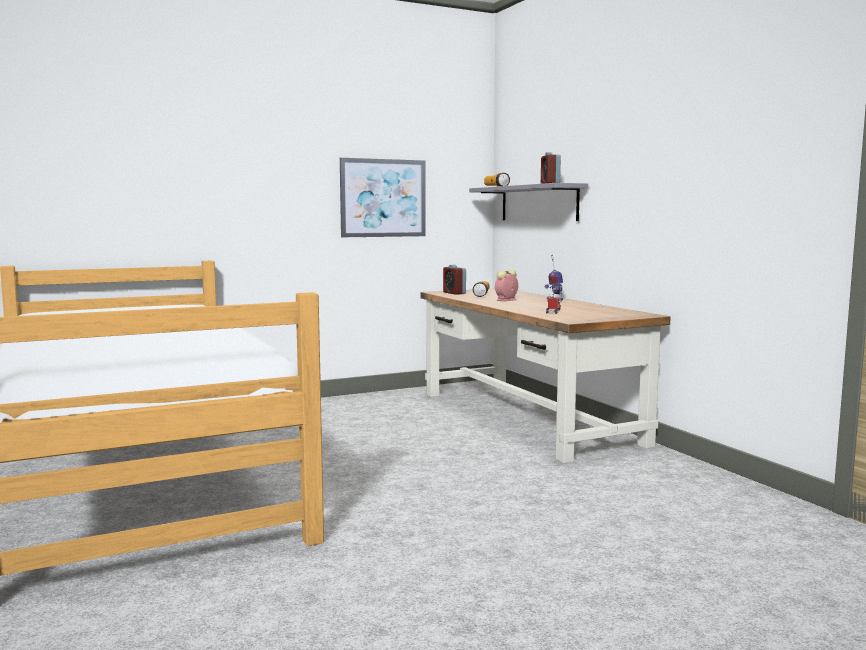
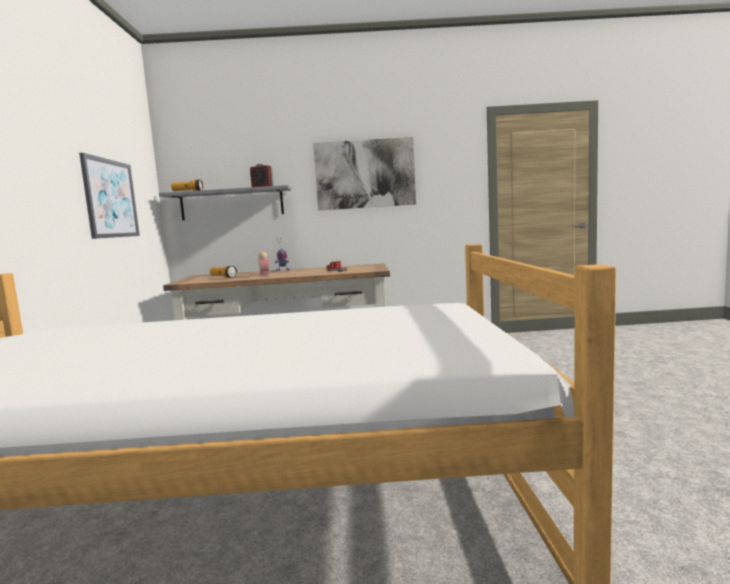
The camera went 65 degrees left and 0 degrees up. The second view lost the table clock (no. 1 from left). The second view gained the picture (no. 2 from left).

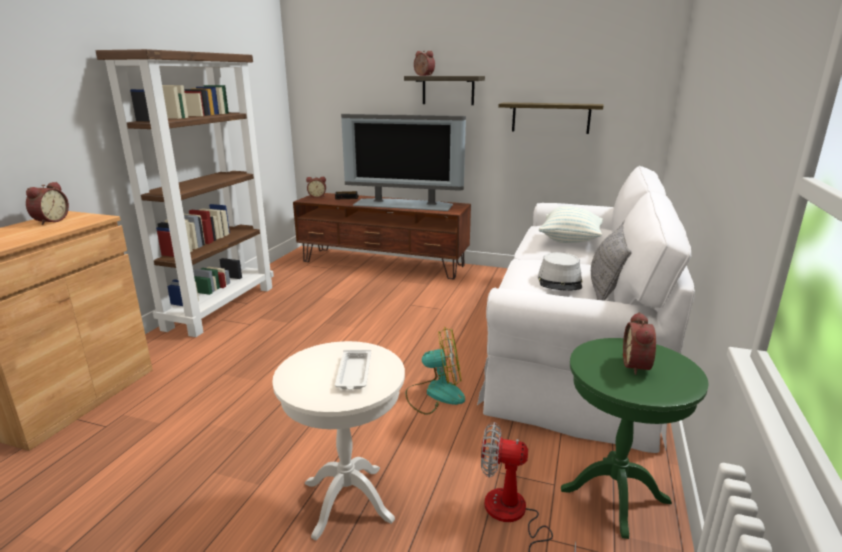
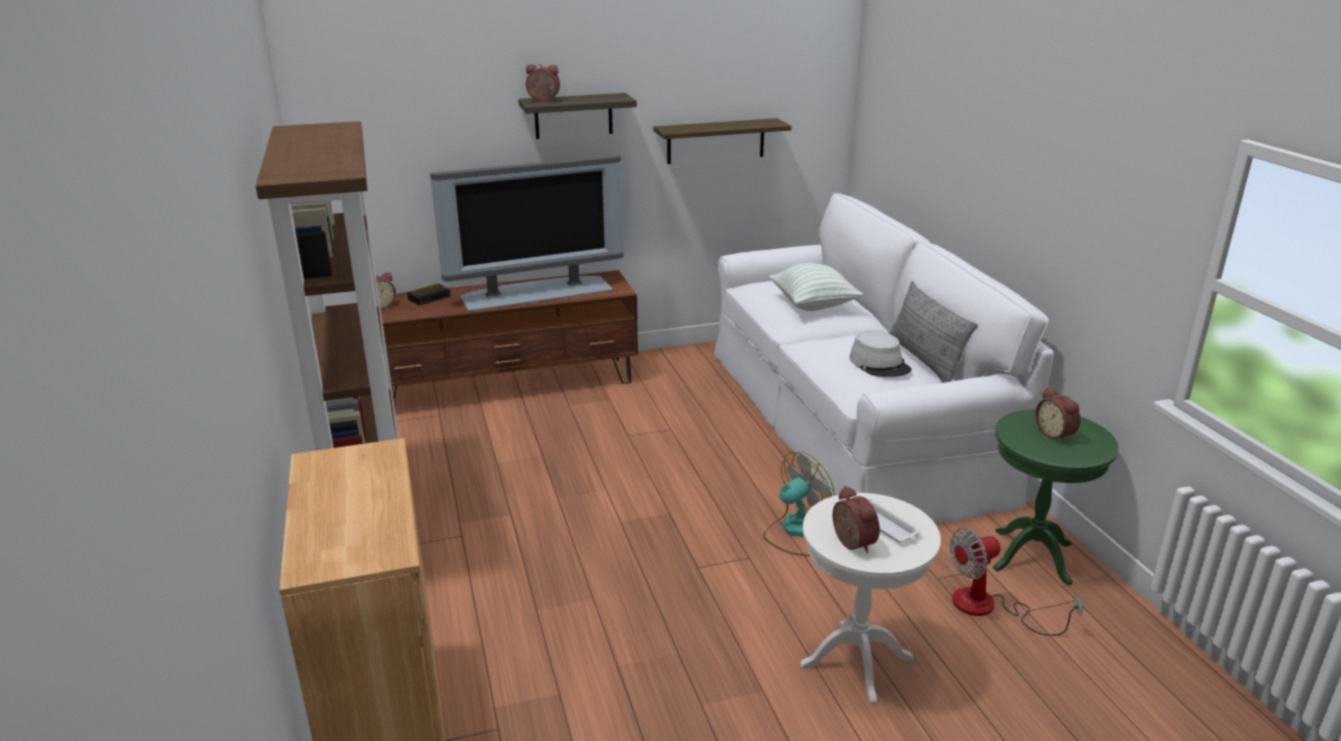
The camera went 35 degrees left and 5 degrees up. The table clock (no. 1 from left in the first image) ended up elsewhere.

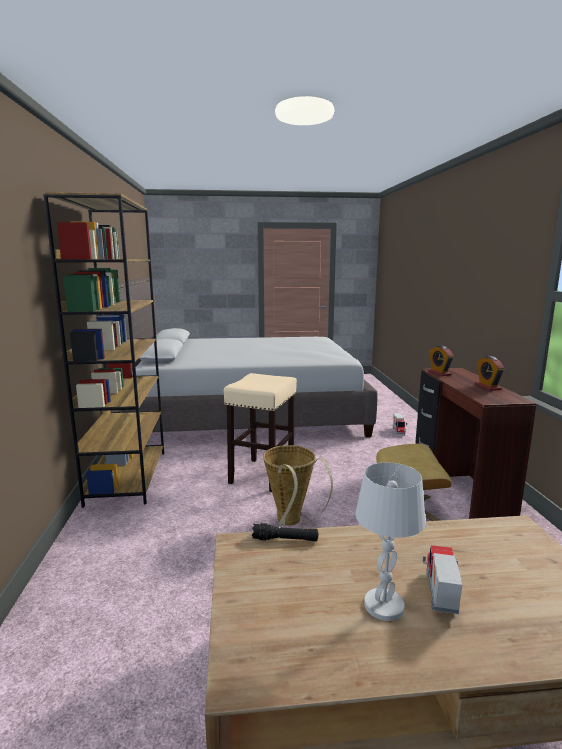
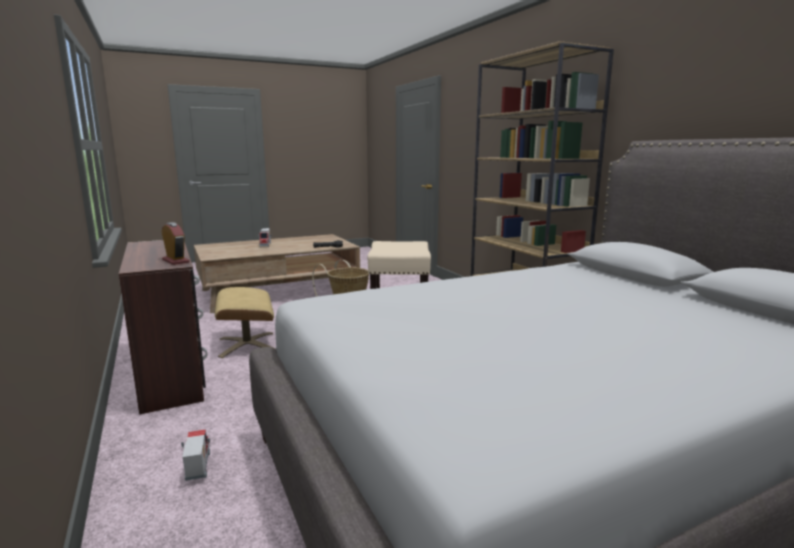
The camera went 160 degrees right and 0 degrees up. The second view lost the table clock (no. 2 from left). The second view lost the white-coloured table lamp.

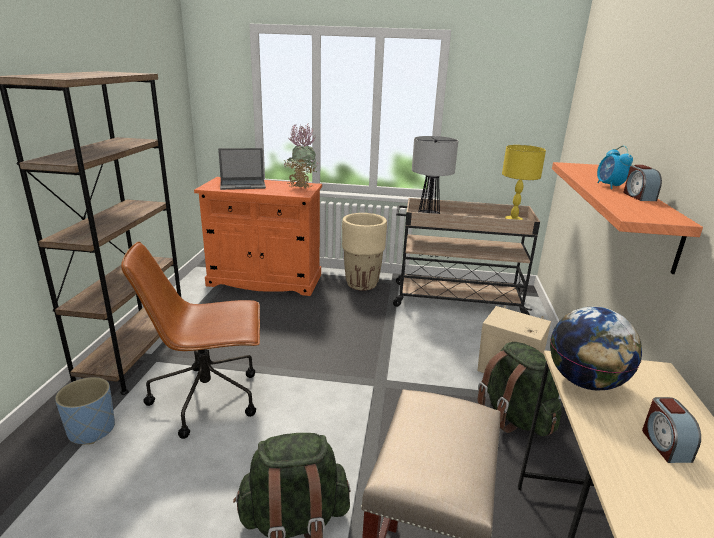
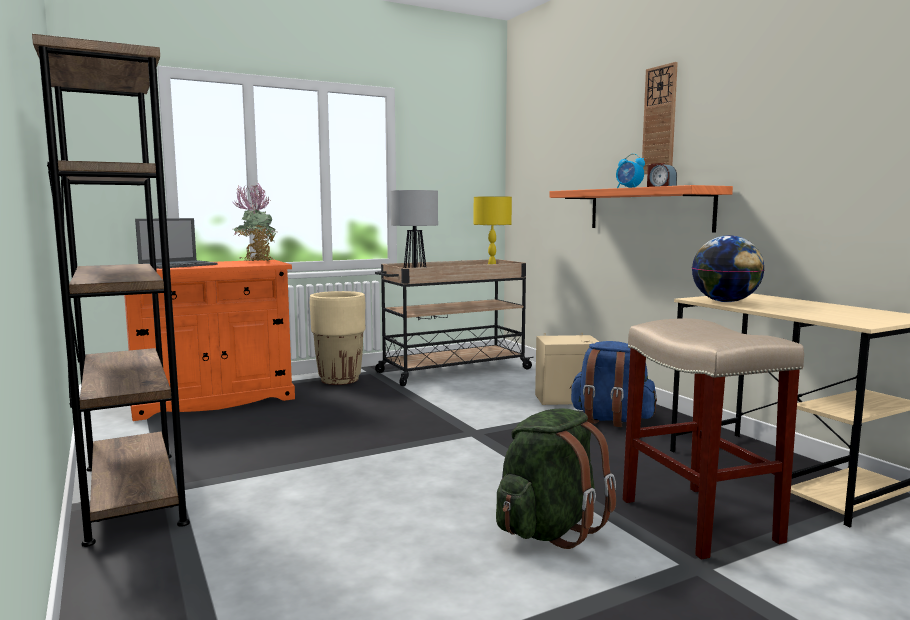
The camera went 35 degrees left and 15 degrees down. The second view lost the brown office chair. What was the greenish knapsack (no. 2 from left) turned into the blue-coloured knapsack. The second view lost the blue-coloured flower pot. The second view lost the table clock (no. 3 from left). The second view gained the hanging clock.

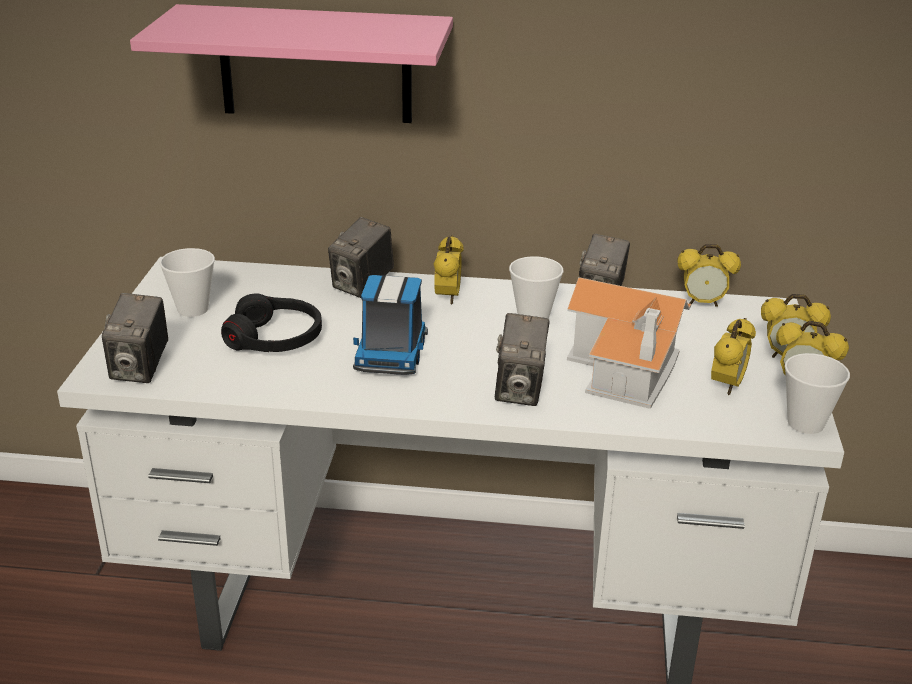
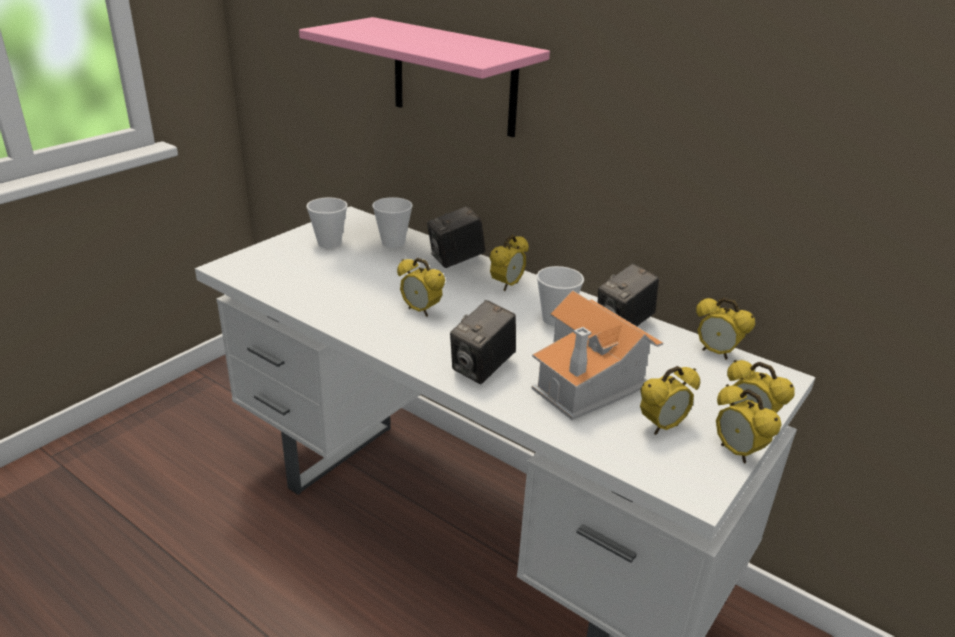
The camera went 30 degrees right and 0 degrees up. Where the toy lorry stood, the table clock (no. 1 from left) came to stand. The second view lost the still camera (no. 1 from left). The second view lost the black-coloured headphones. The drinking cup (no. 3 from left in the first image) ended up elsewhere.

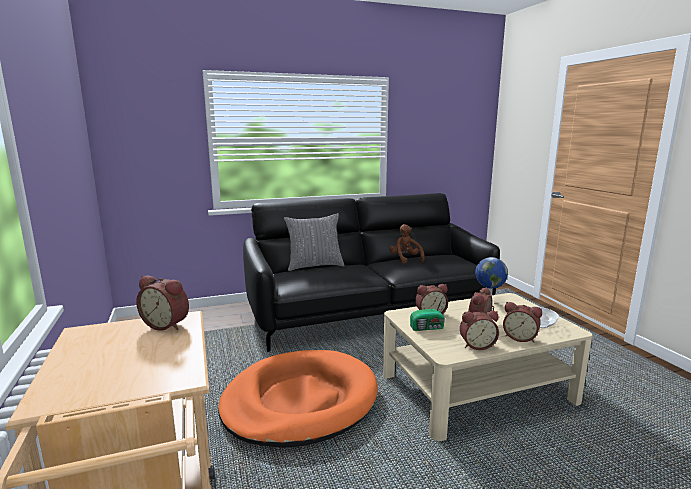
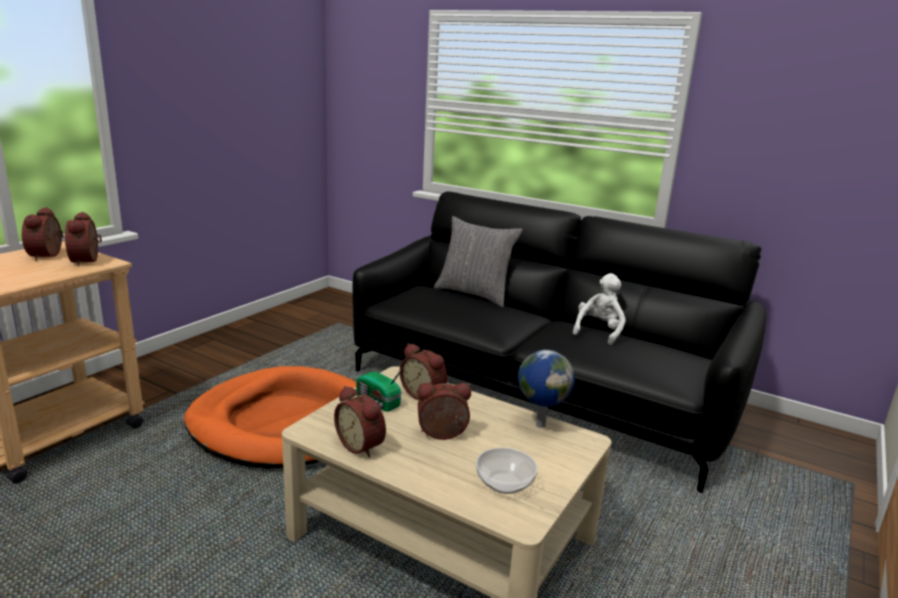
The camera went 50 degrees right and 5 degrees up. What was the brown cuddly toy turned into the white-coloured cuddly toy. The table clock (no. 5 from left in the first image) ended up elsewhere.

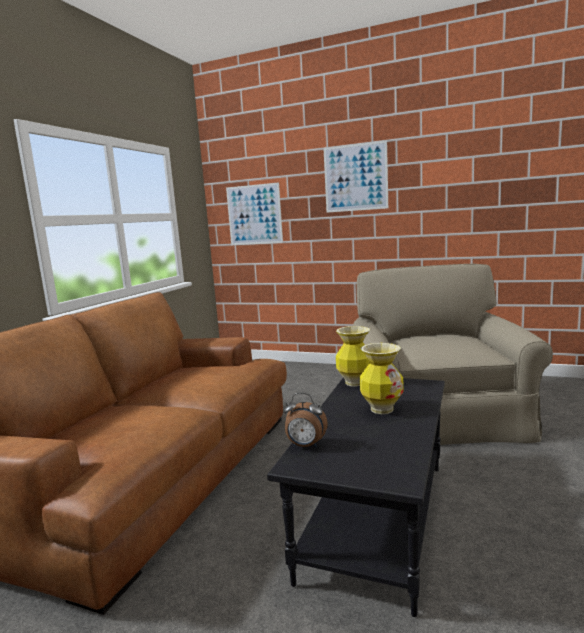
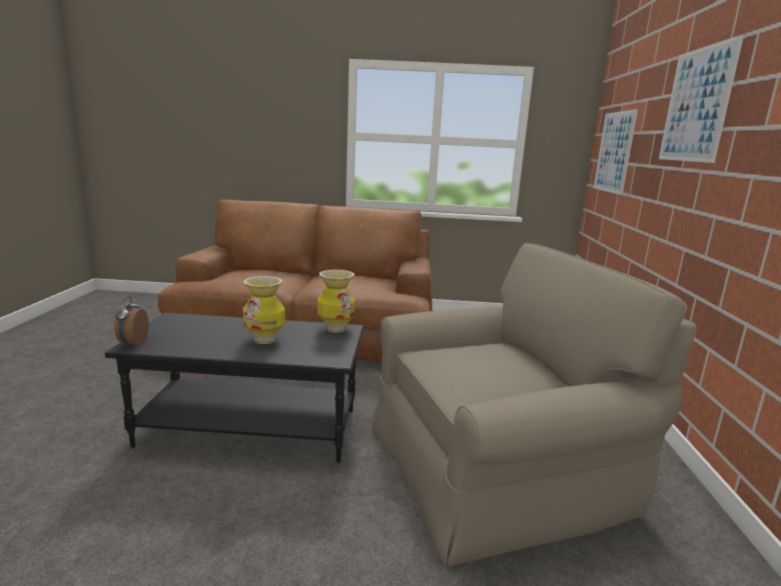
The camera went 70 degrees right and 5 degrees up. The table clock ended up elsewhere.

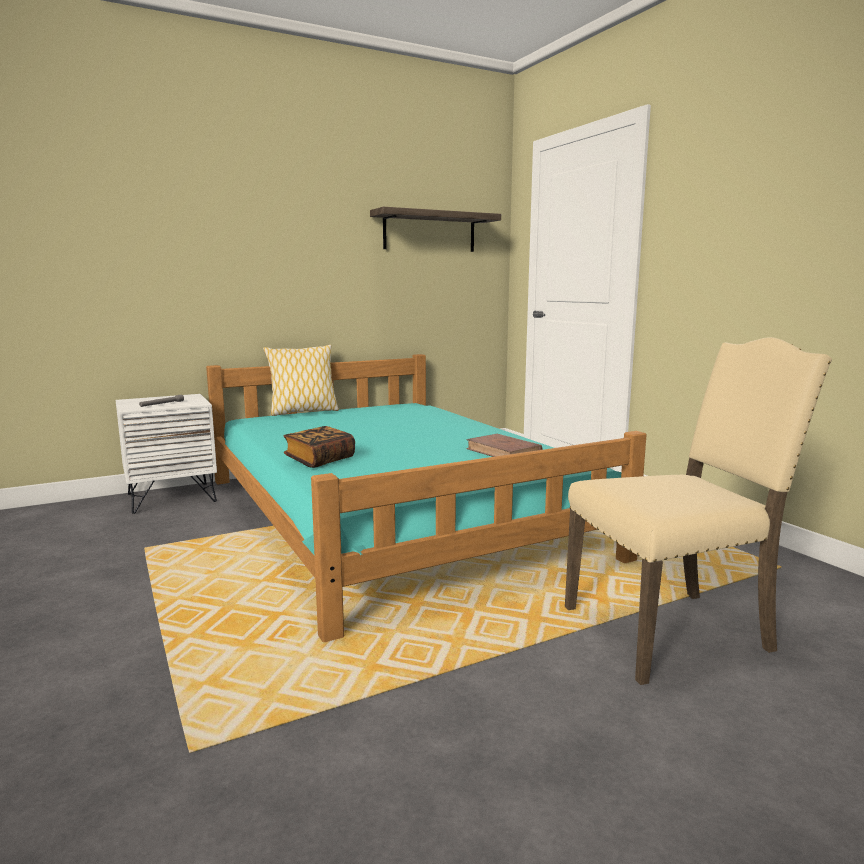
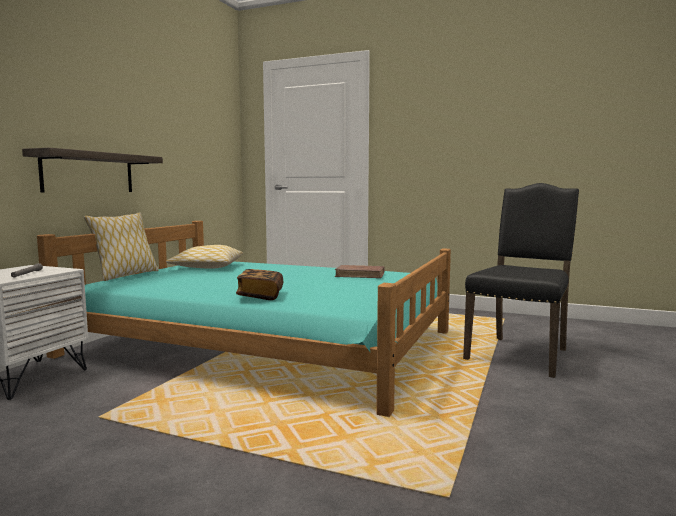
The camera went 40 degrees left and 5 degrees down. The bracket shelf ended up elsewhere. What was the beige chair turned into the black-coloured chair. The second view gained the cushion (no. 2 from left).

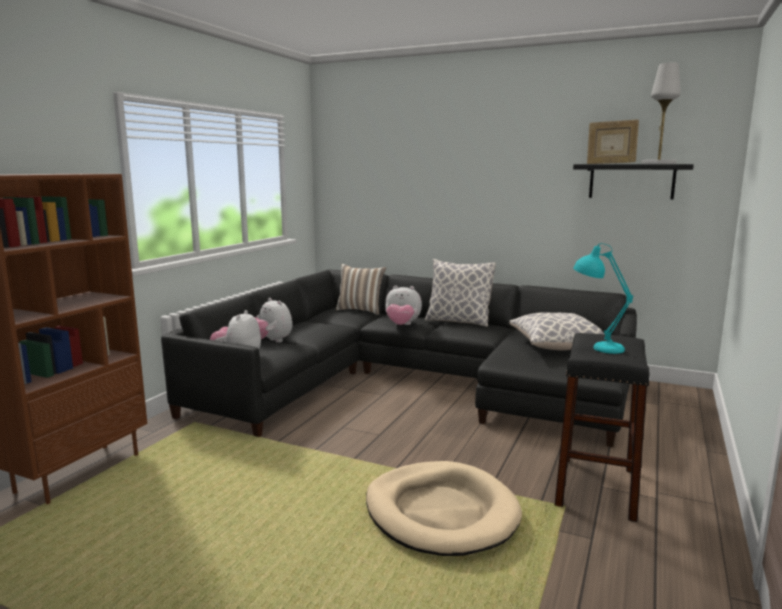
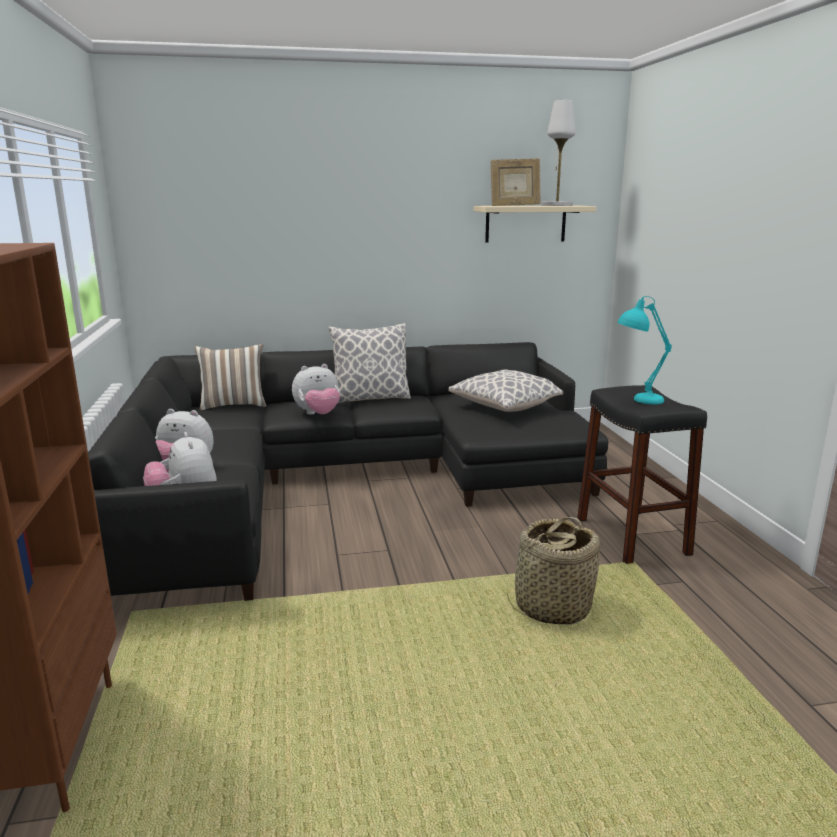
The camera went 35 degrees left and 5 degrees up. What was the black-coloured bracket shelf turned into the beige bracket shelf. Where the beige dog cushion stood, the basket came to stand.

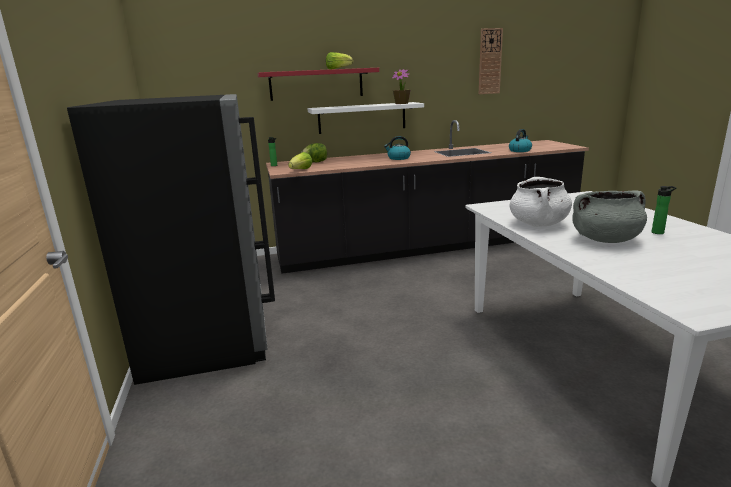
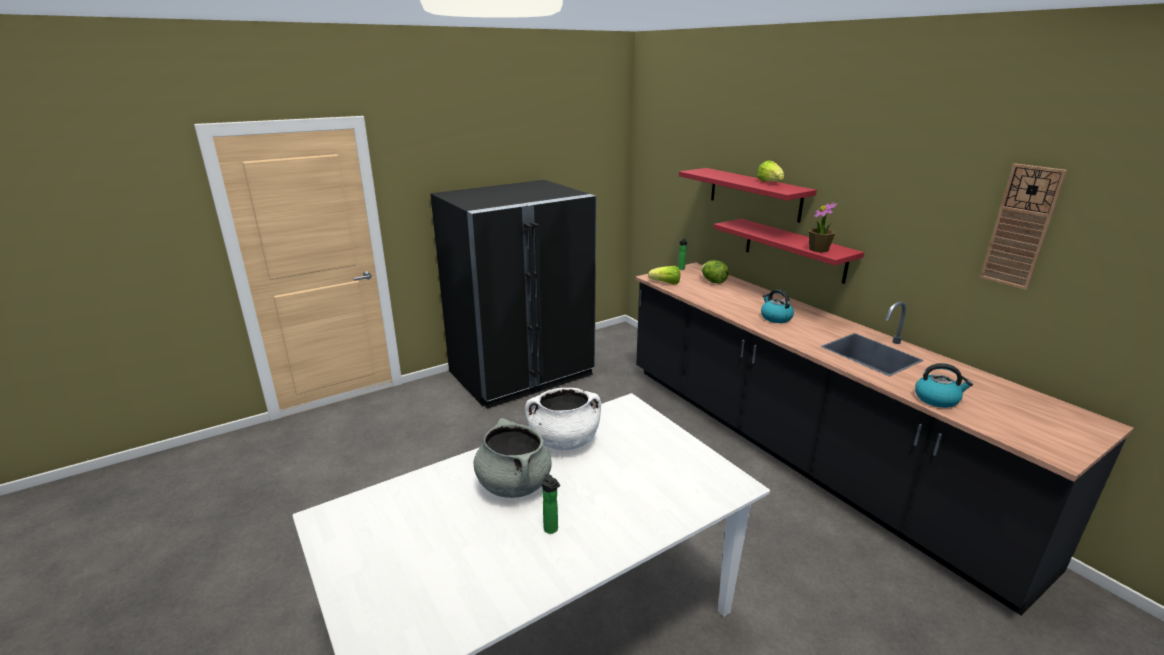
The camera went 70 degrees right and 5 degrees up. What was the white-coloured bracket shelf turned into the red bracket shelf (no. 2 from left).

